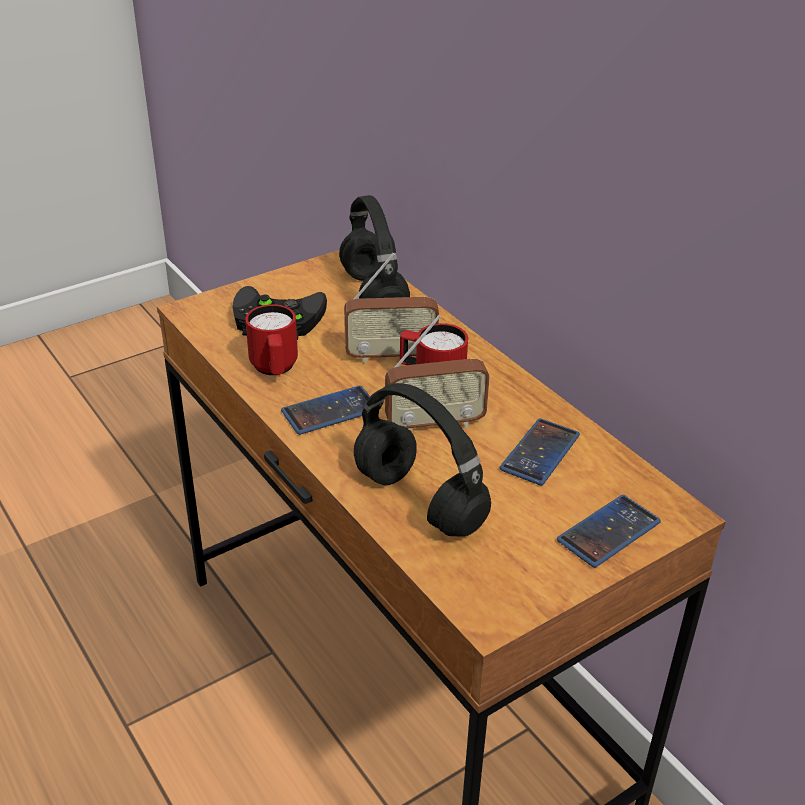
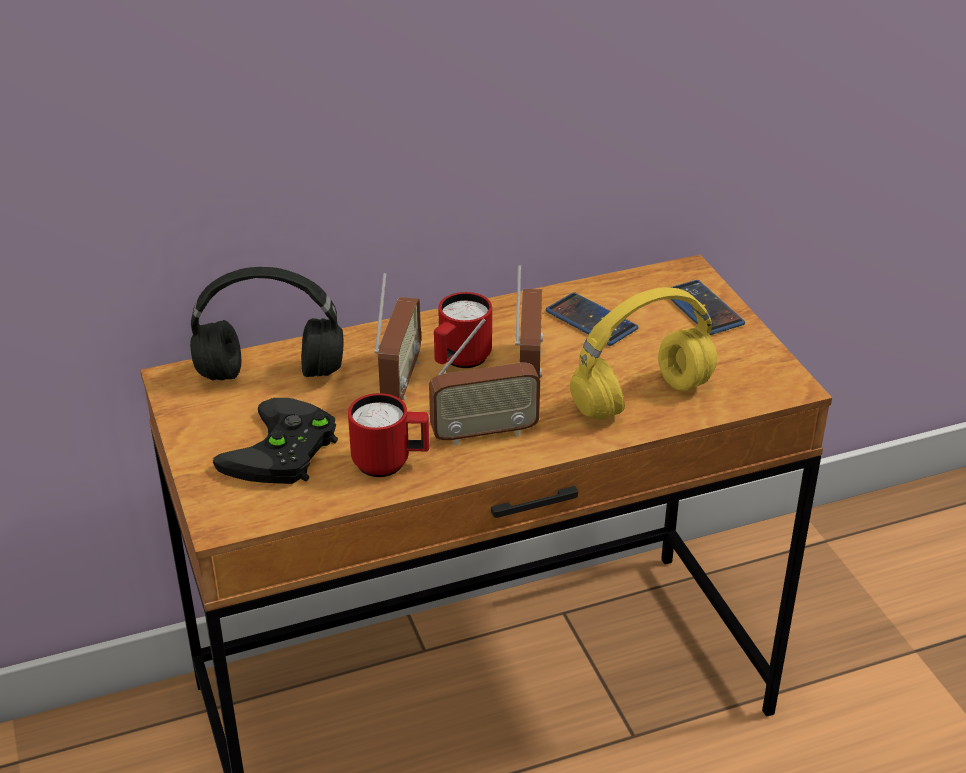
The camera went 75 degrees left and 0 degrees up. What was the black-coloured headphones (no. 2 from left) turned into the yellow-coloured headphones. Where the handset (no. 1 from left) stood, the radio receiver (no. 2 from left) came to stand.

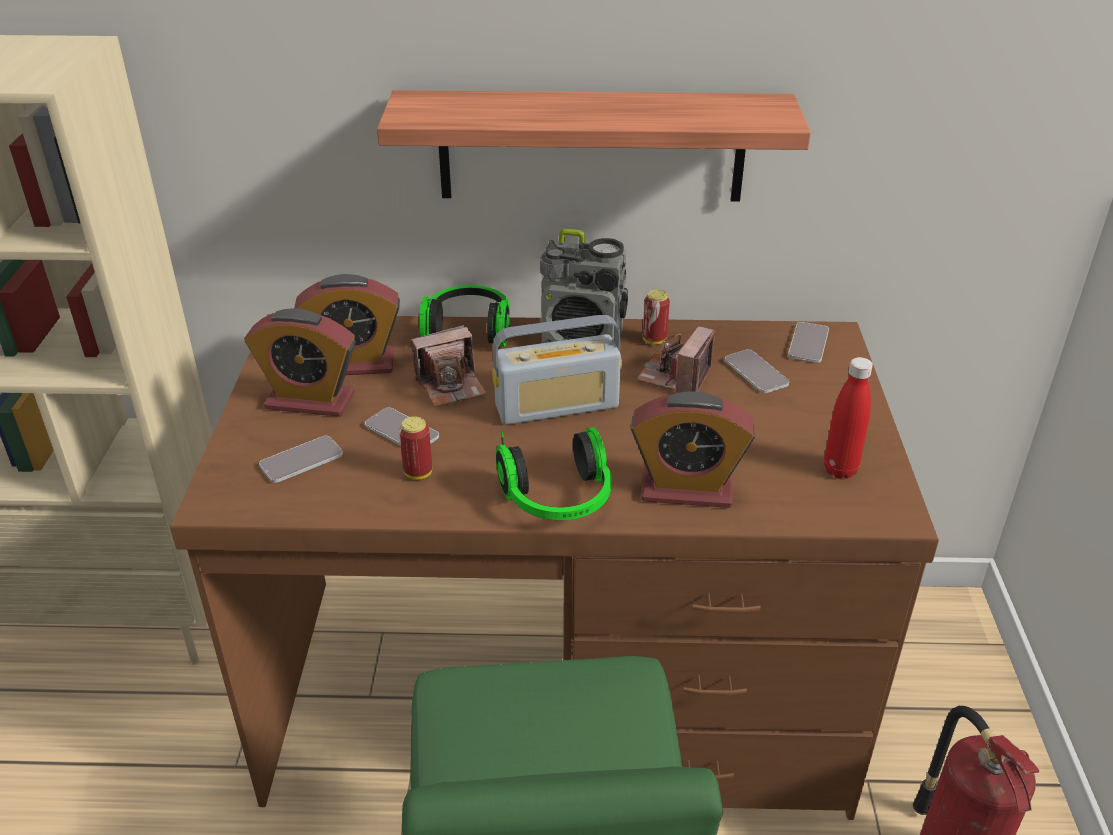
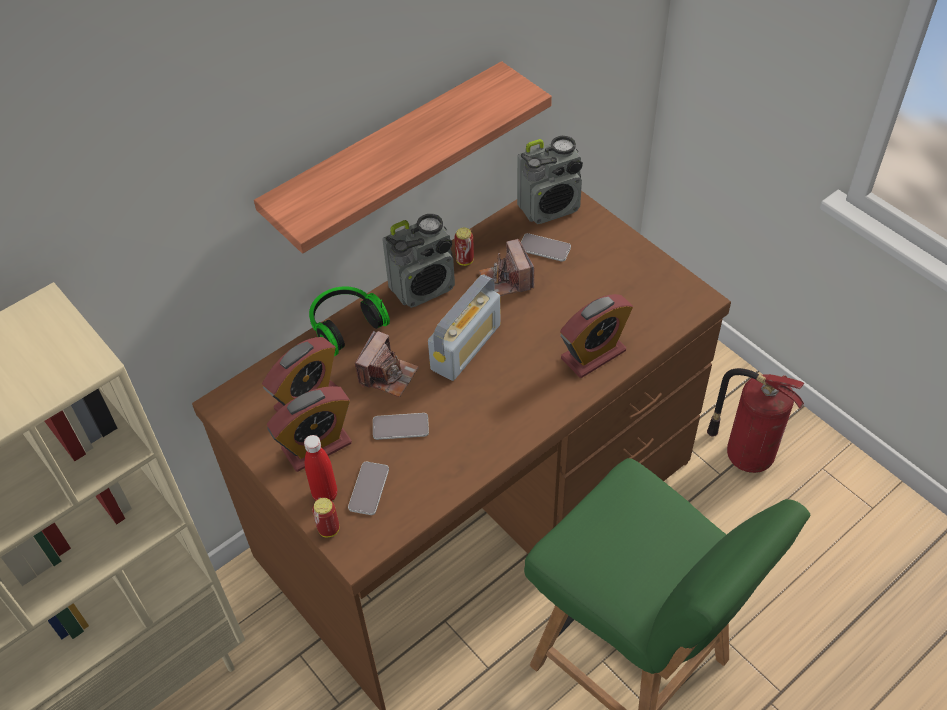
The camera went 40 degrees left and 15 degrees up. Where the handset (no. 4 from left) stood, the radio receiver (no. 3 from left) came to stand. The red drink bottle ended up elsewhere. The sealed can (no. 1 from left) ended up elsewhere. The second view lost the headphones (no. 2 from left).

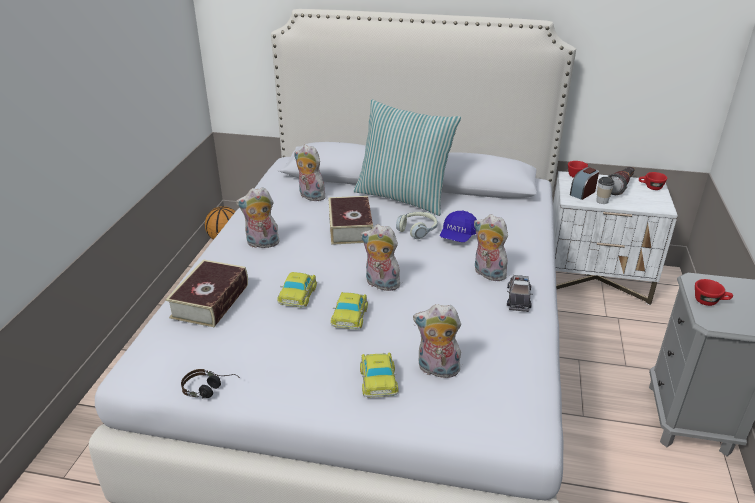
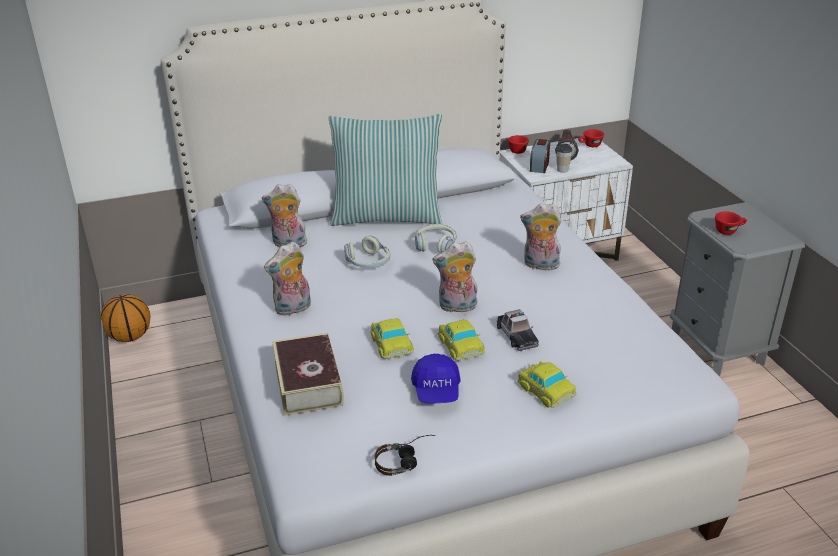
The camera went 30 degrees left and 0 degrees up. Where the bound book (no. 2 from left) stood, the headphones (no. 1 from left) came to stand. The blue-coloured cap ended up elsewhere. The miniature car (no. 4 from left in the first image) ended up elsewhere. The second view lost the cuddly toy (no. 4 from left).

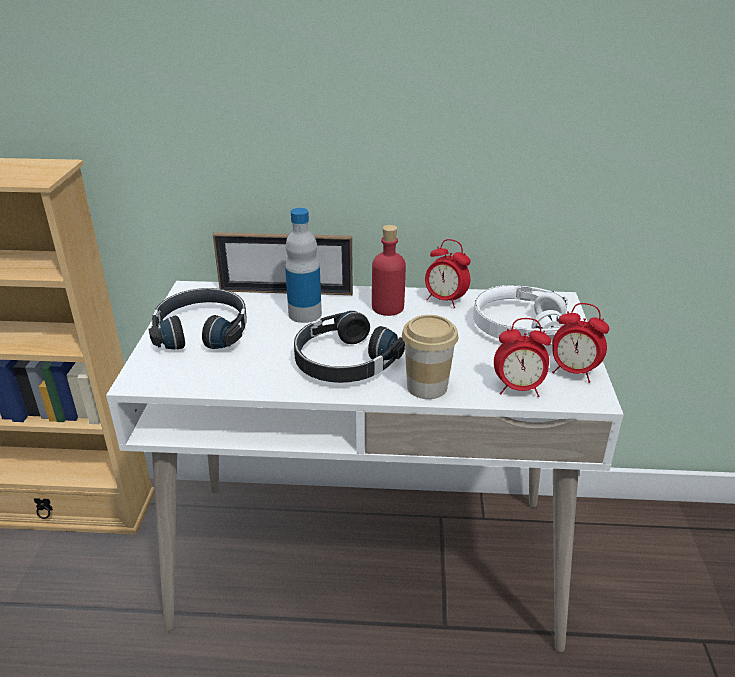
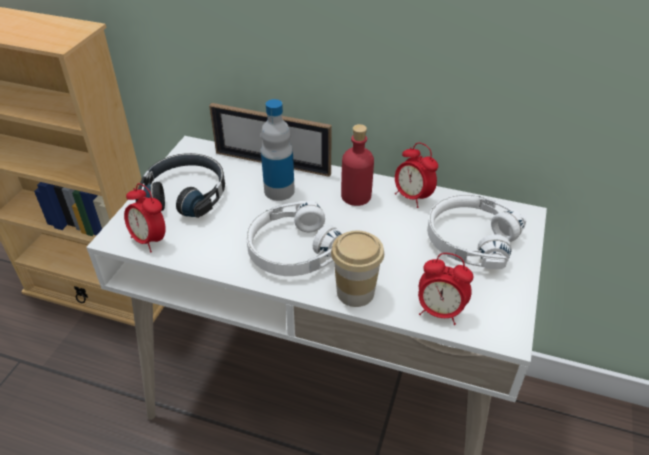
The camera went 15 degrees right and 10 degrees up. The table clock (no. 3 from left in the first image) ended up elsewhere. What was the black-coloured headphones (no. 2 from left) turned into the white-coloured headphones (no. 1 from left).

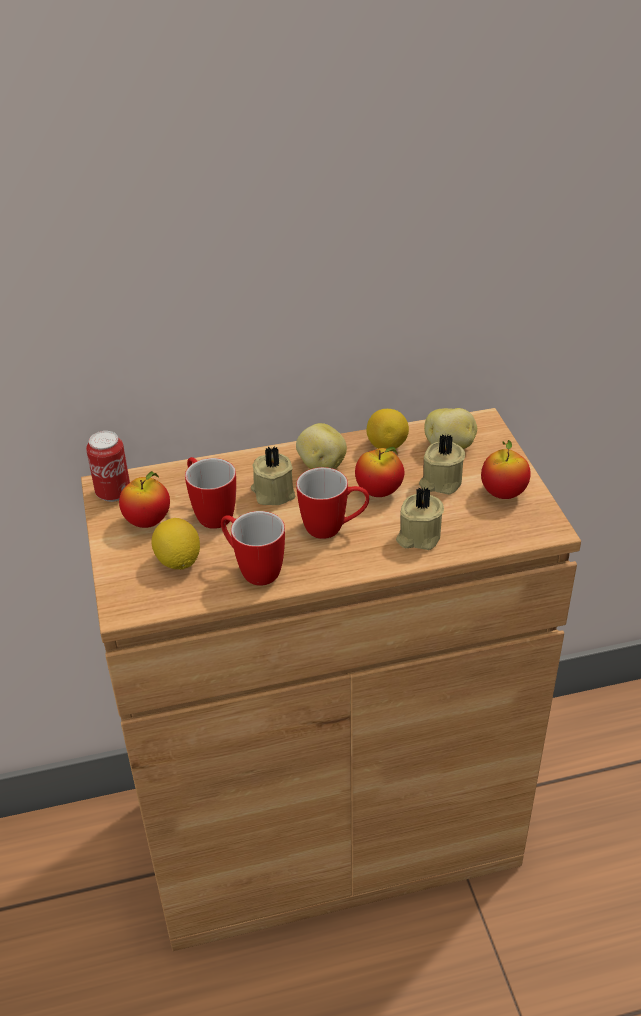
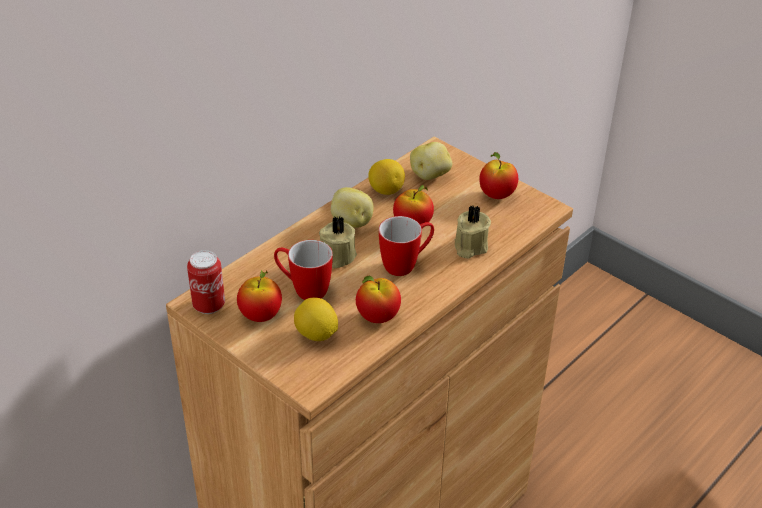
The camera went 35 degrees left and 0 degrees up. The second view lost the beige candle (no. 3 from left). Where the tea mug (no. 2 from left) stood, the apple fruit (no. 2 from left) came to stand.

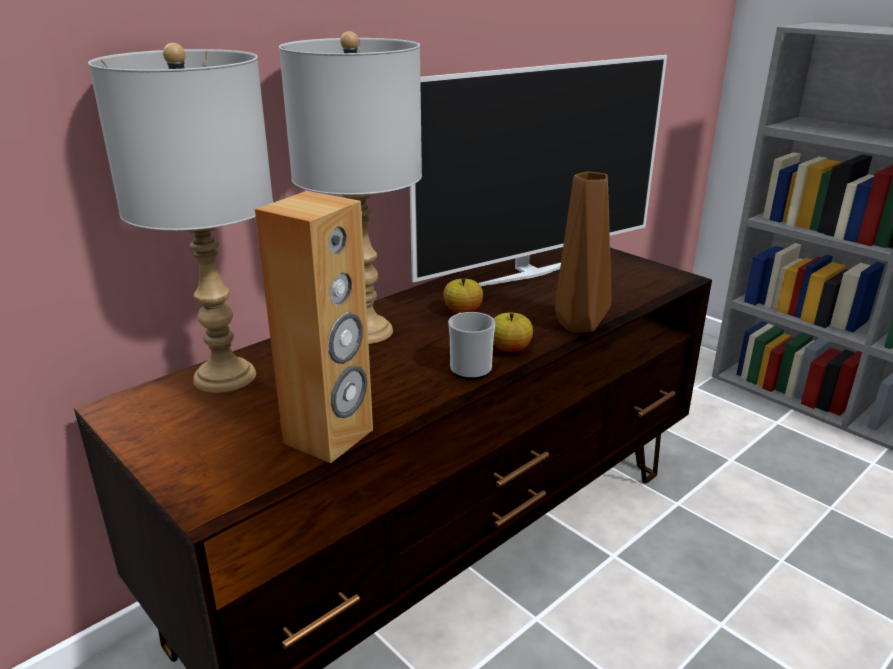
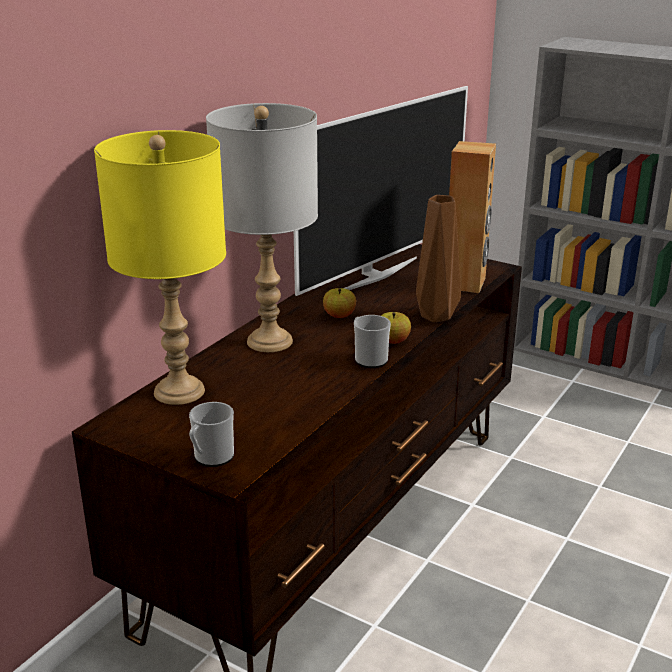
The camera went 15 degrees left and 0 degrees up. What was the grey table lamp (no. 1 from left) turned into the yellow-coloured table lamp. The brown speaker ended up elsewhere. The second view gained the tea mug (no. 1 from left).

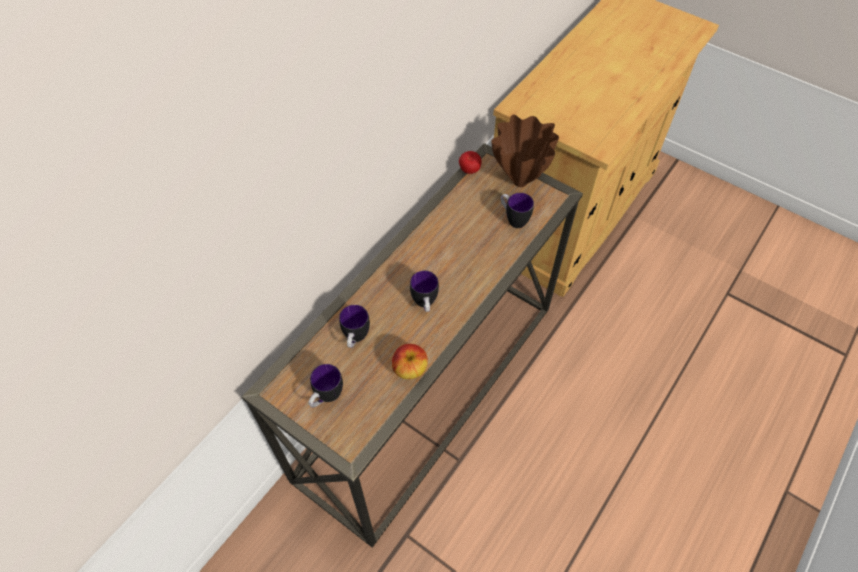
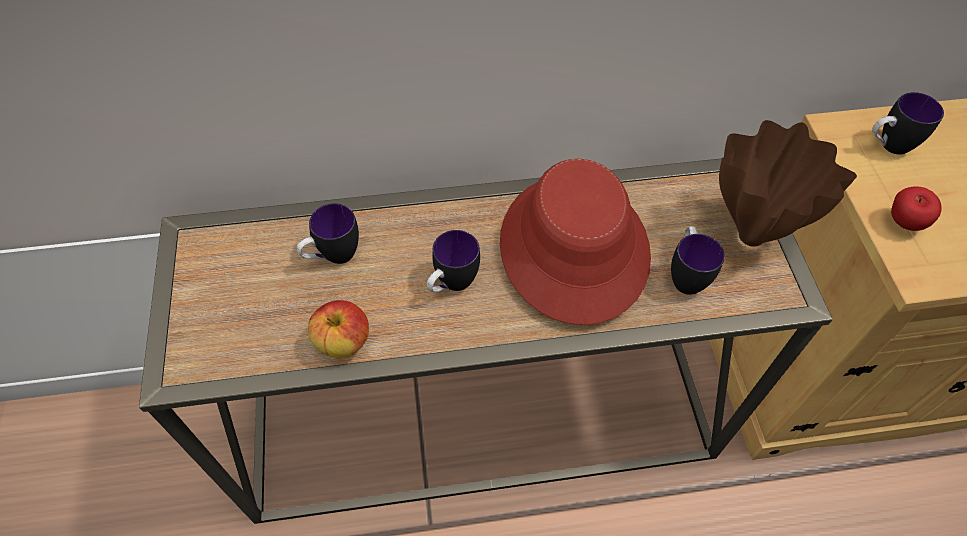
The camera went 45 degrees right and 0 degrees up. The apple fruit (no. 2 from left) ended up elsewhere. The tea mug (no. 1 from left in the first image) ended up elsewhere. The second view gained the red clothing hat.

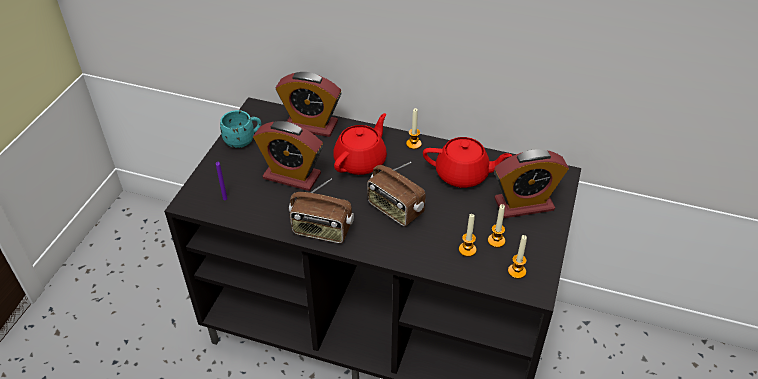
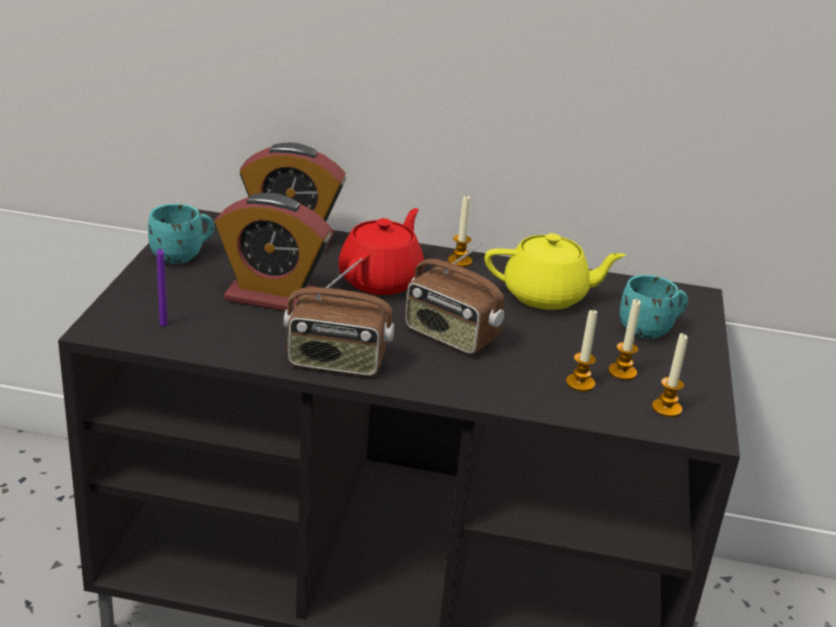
The camera went 10 degrees left and 15 degrees down. What was the red tea pot (no. 2 from left) turned into the yellow-coloured tea pot. Where the table clock (no. 3 from left) stood, the blue-green tea mug (no. 2 from left) came to stand.

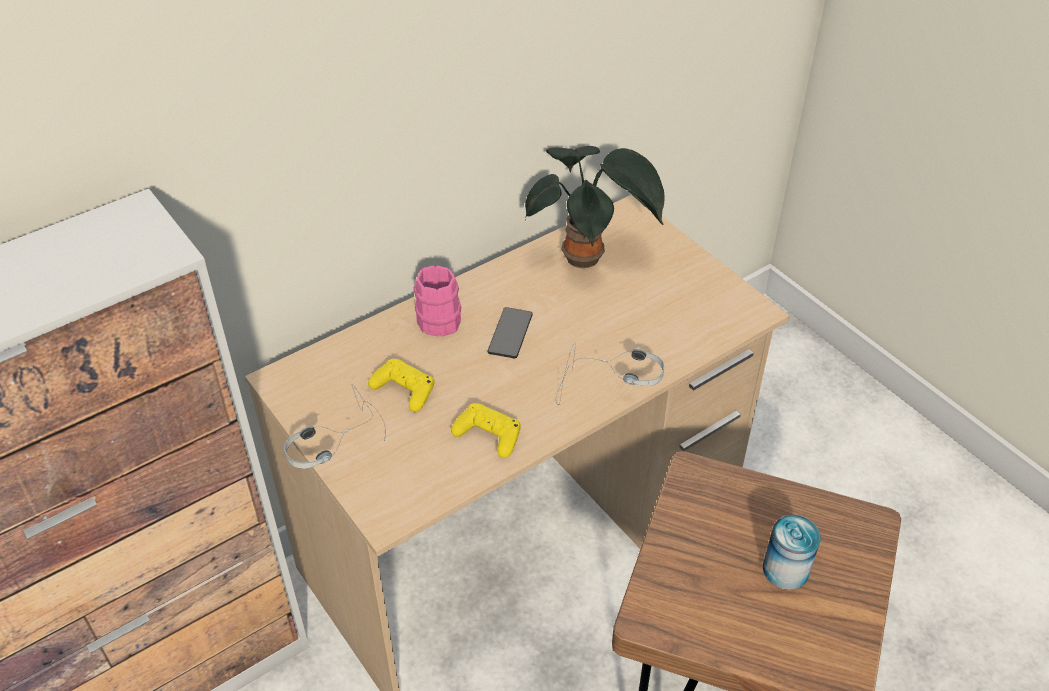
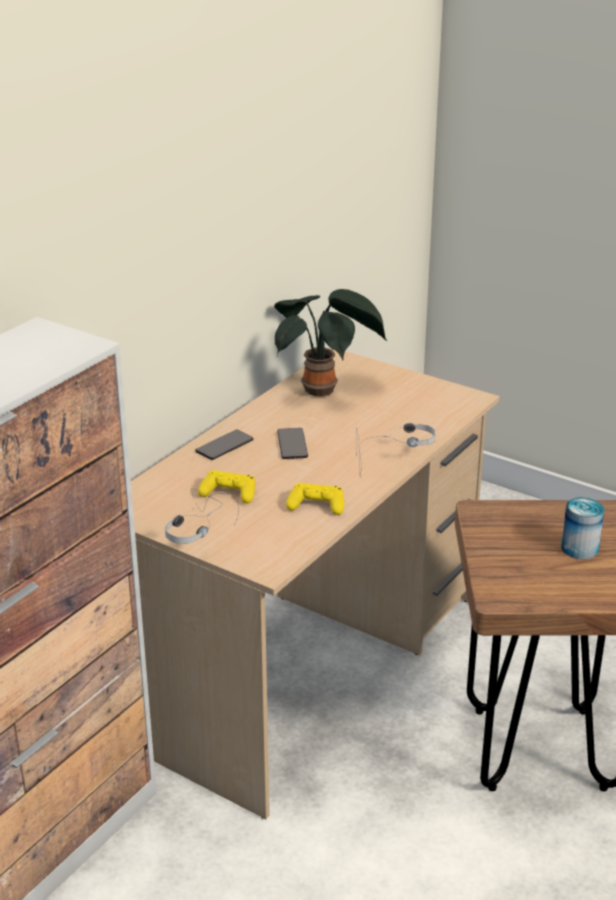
The camera went 20 degrees left and 15 degrees down. Where the pink tea mug stood, the handset (no. 1 from left) came to stand.

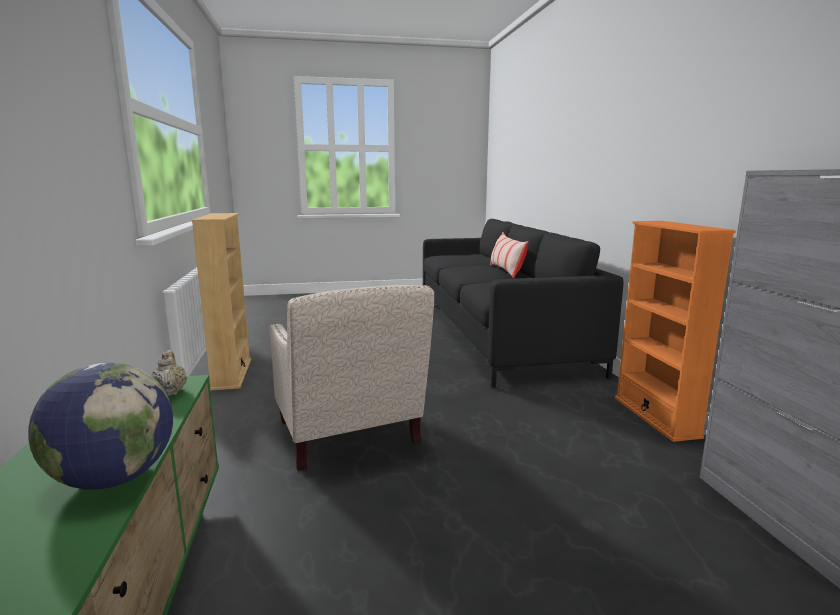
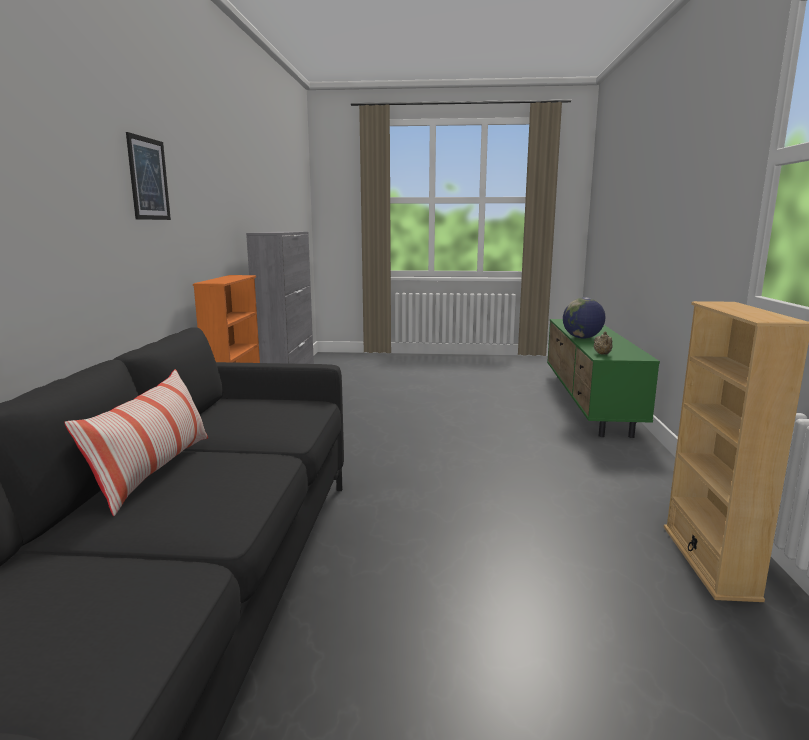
The camera went 165 degrees left and 0 degrees up. The second view lost the beige armchair. The second view gained the picture.

